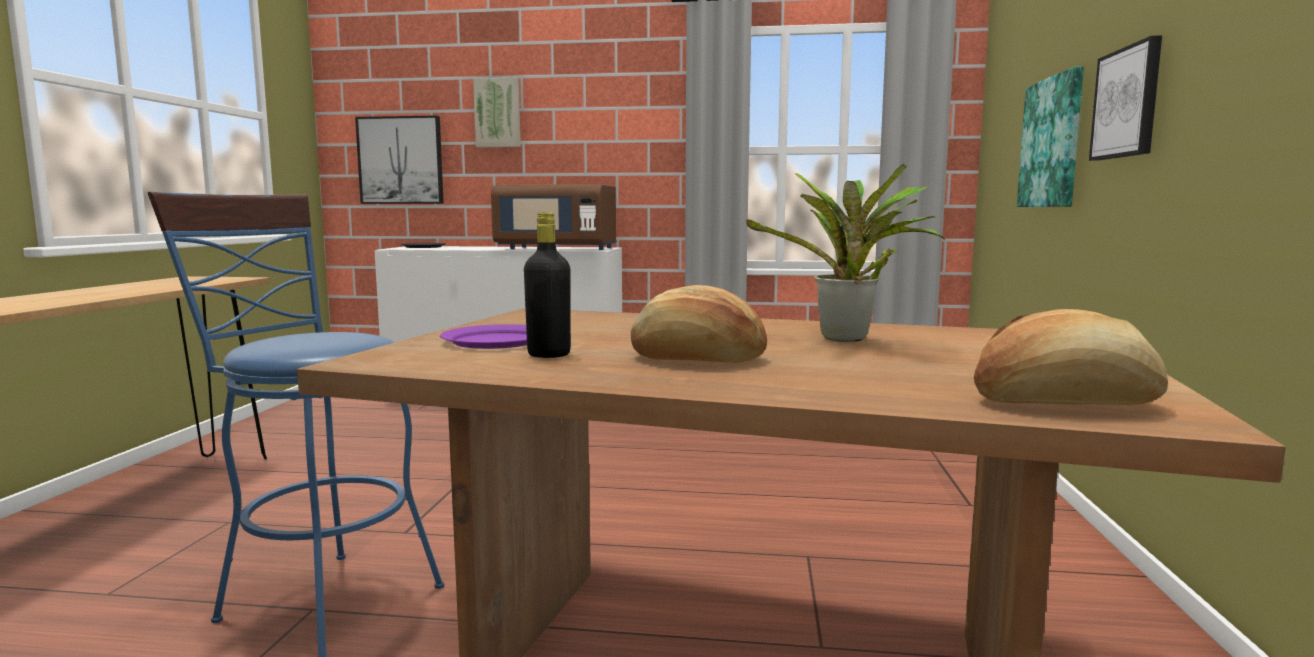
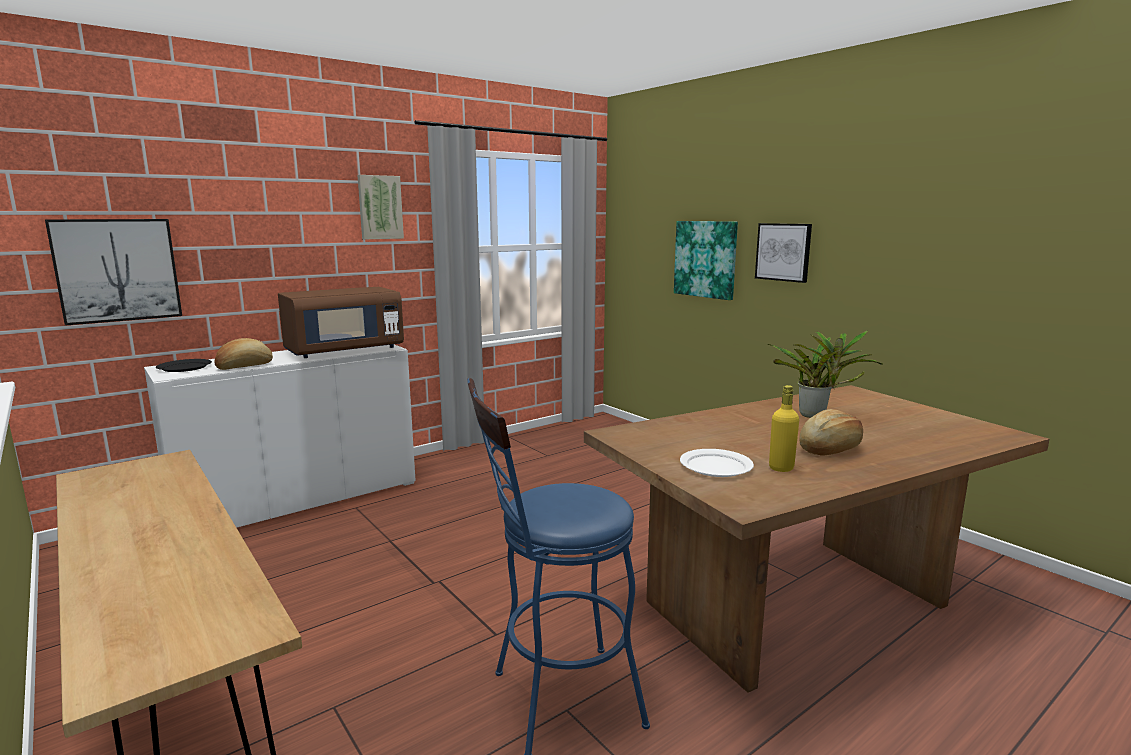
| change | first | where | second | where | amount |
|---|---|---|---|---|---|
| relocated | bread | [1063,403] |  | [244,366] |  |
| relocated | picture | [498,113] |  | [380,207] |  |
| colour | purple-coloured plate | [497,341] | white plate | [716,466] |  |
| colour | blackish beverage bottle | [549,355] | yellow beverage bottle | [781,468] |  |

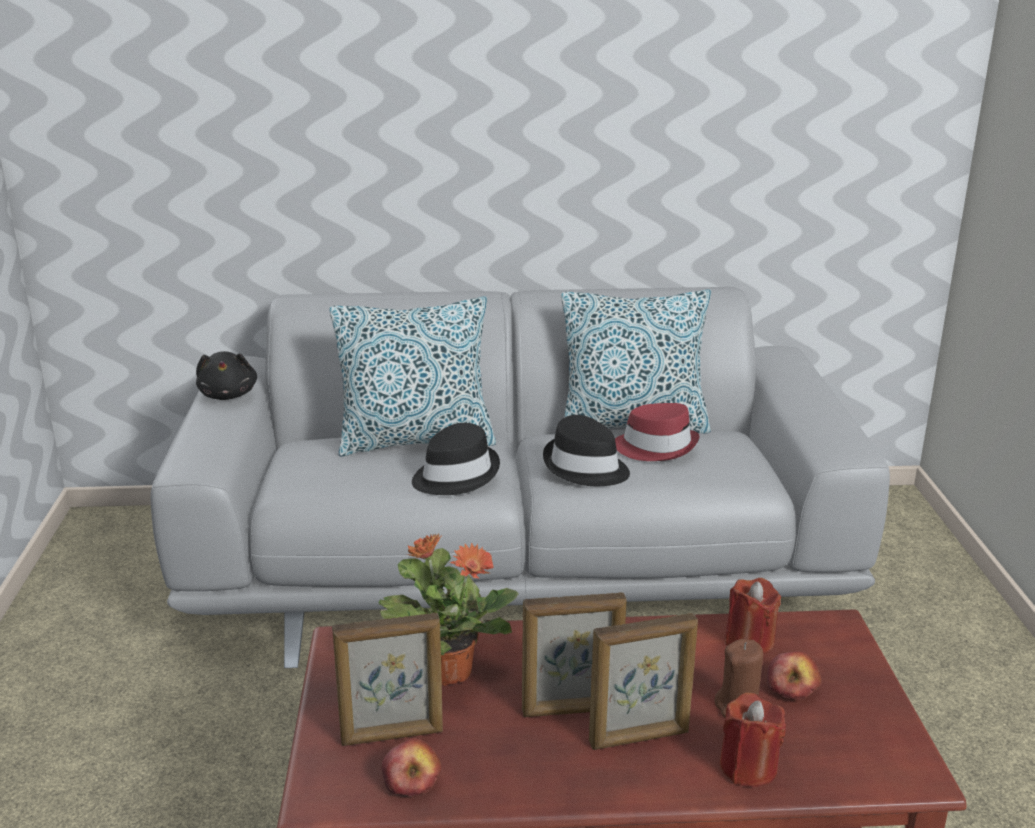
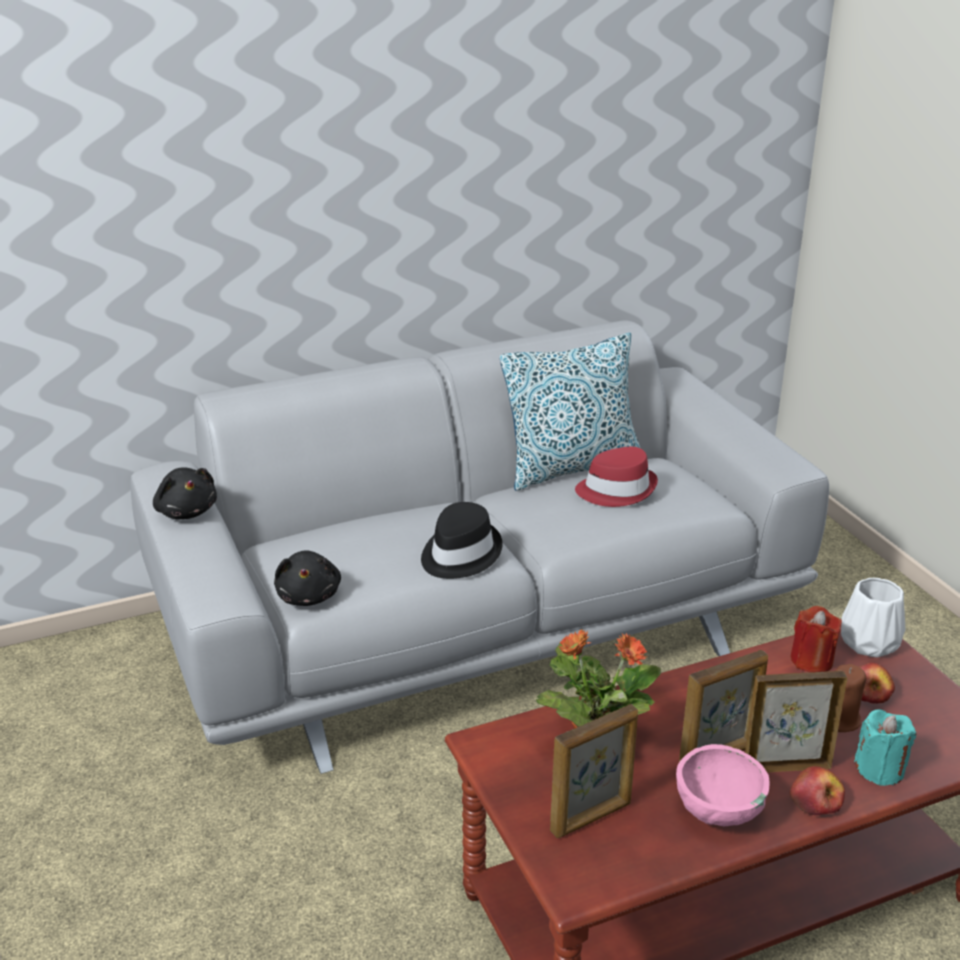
| change | first | where | second | where | amount |
|---|---|---|---|---|---|
| appeared |  |  | blackish plush toy | [309,596] |  |
| appeared |  |  | pink deep dish | [717,813] |  |
| spun | picture frame | [640,738] |  | [785,766] | 150 degrees counterclockwise |
| relocated | apple fruit | [412,780] |  | [816,801] |  |
| appeared |  |  | white flower vase | [868,642] |  |
| colour | reddish wax light | [748,767] | turquoise wax light | [880,769] |  |
| missing | pillow | [416,441] |  |  |  |
| missing | blackish wearable hat | [585,468] |  |  |  |

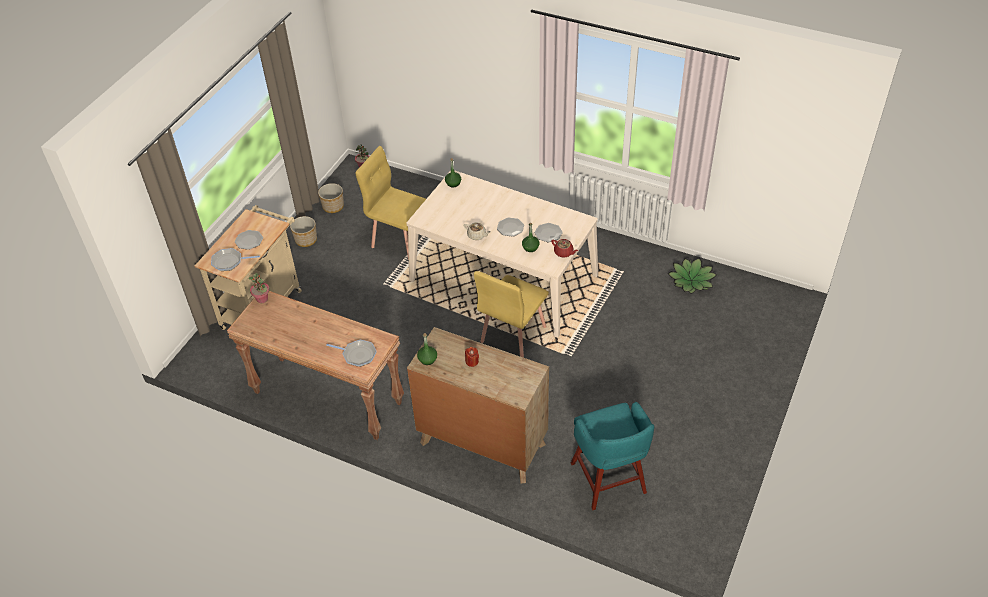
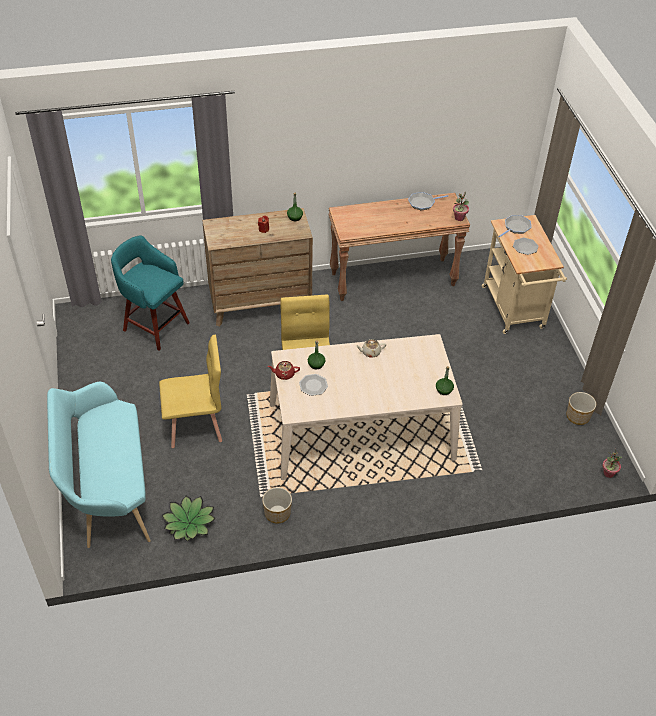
| change | first | where | second | where | amount |
|---|---|---|---|---|---|
| appeared |  |  | turquoise indoor bench | [108,491] |  |
| relocated | yellow chair | [401,239] |  | [195,426] |  |
| relocated | plant pot | [306,239] |  | [277,513] |  |
| relocated | frying pan | [357,355] |  | [423,203] |  |
| missing | plate | [510,227] |  |  |  |

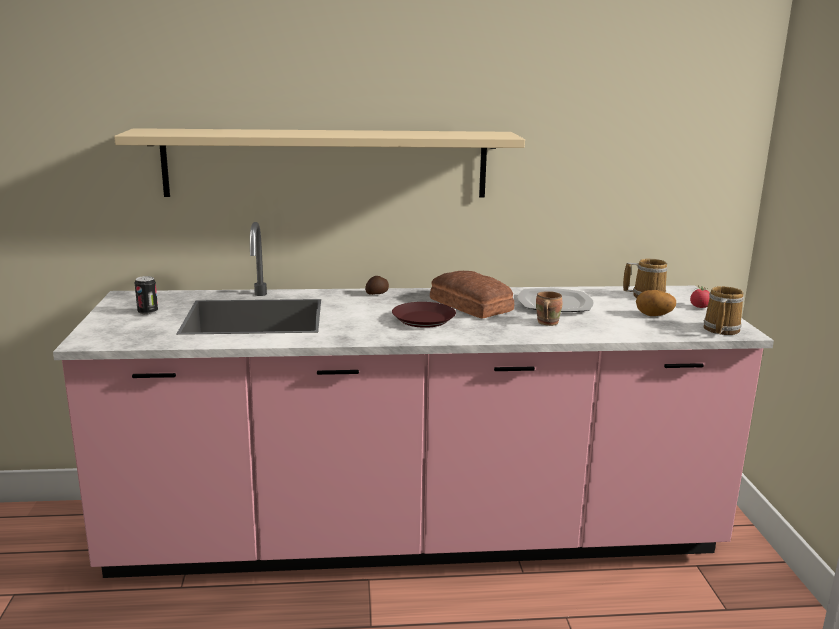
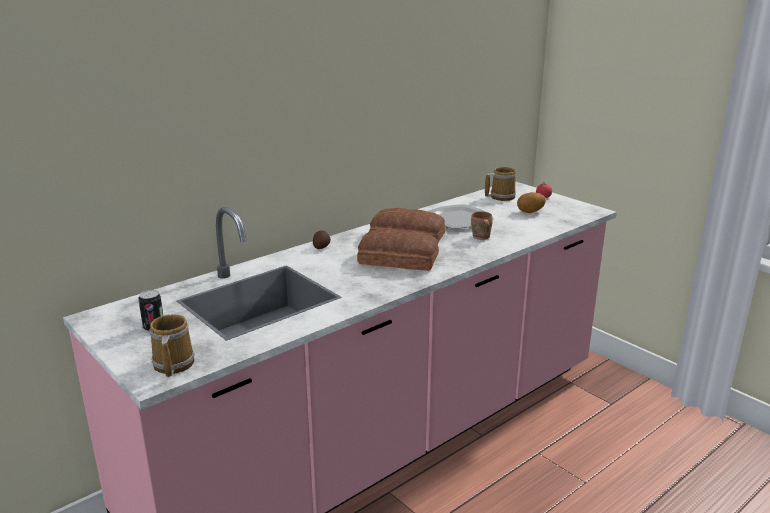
| change | first | where | second | where | amount |
|---|---|---|---|---|---|
| relocated | tea mug | [719,329] |  | [172,365] |  |
| exchanged | brown plate | [423,320] | bread | [398,260] |  |
| missing | sand-coloured wall shelf | [326,163] |  |  |  |

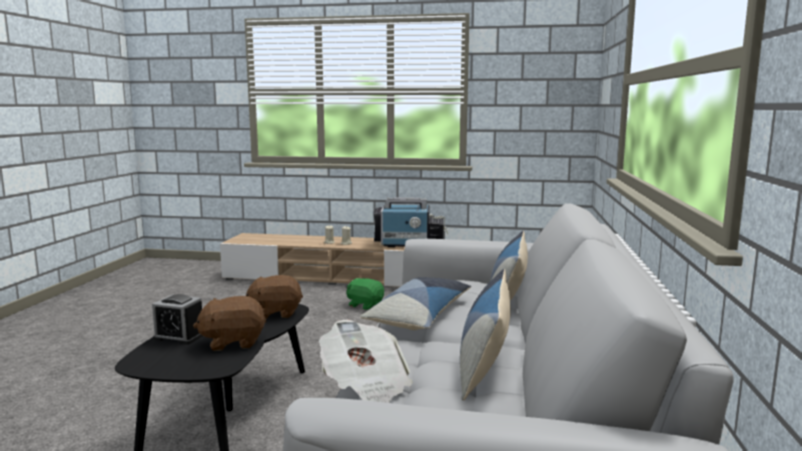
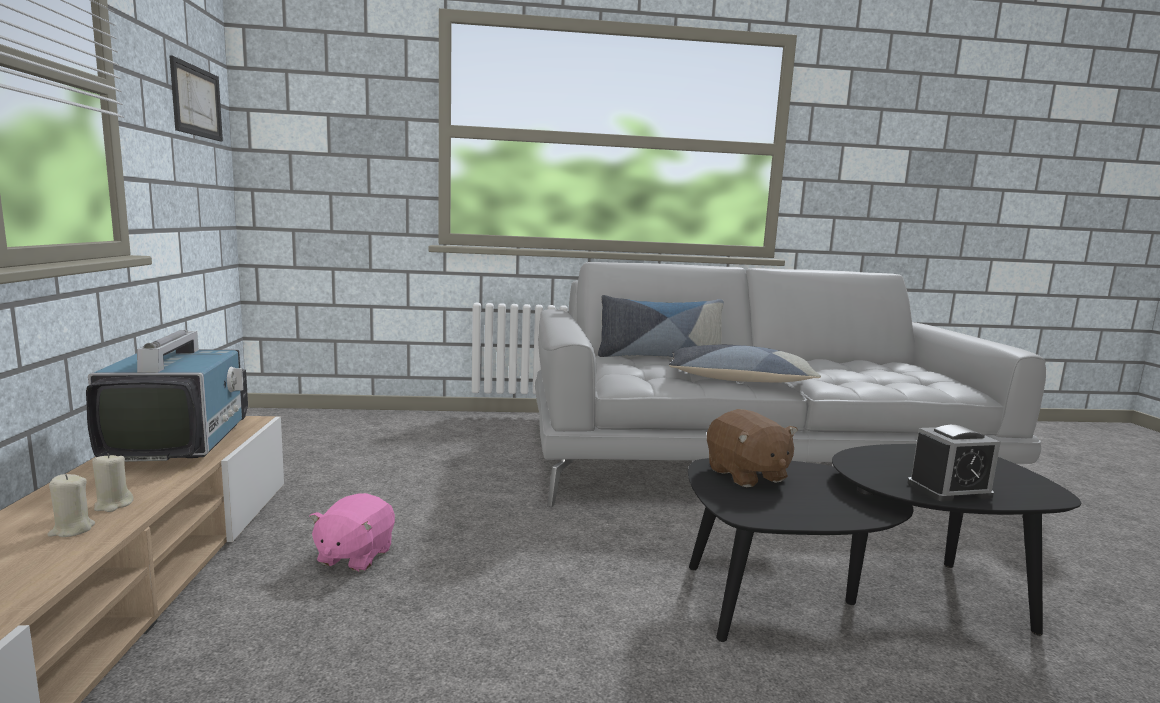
| change | first | where | second | where | amount |
|---|---|---|---|---|---|
| appeared |  |  | picture | [196,101] |  |
| colour | green-coloured plush toy | [365,305] | pink plush toy | [354,556] |  |
| spun | table clock | [179,336] |  | [949,490] | 75 degrees clockwise |
| missing | brown plush toy | [233,342] |  |  |  |
| missing | daily paper | [366,385] |  |  |  |
| missing | pillow | [484,363] |  |  |  |

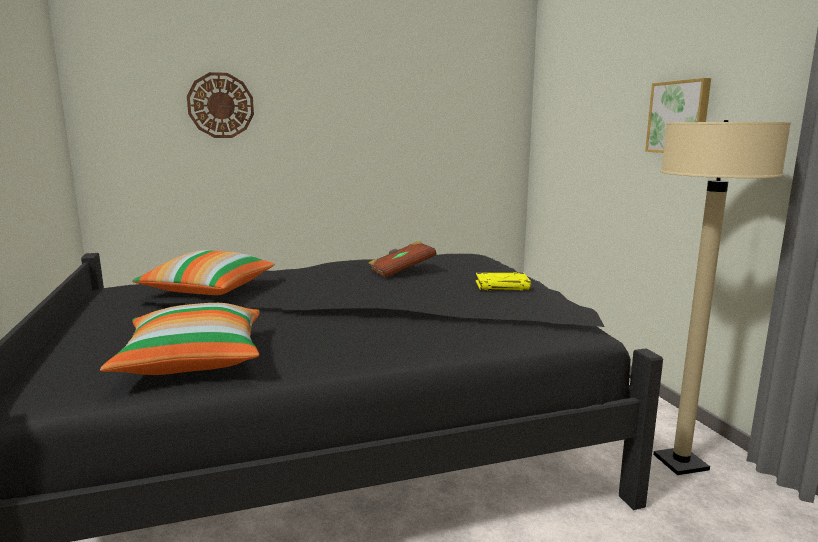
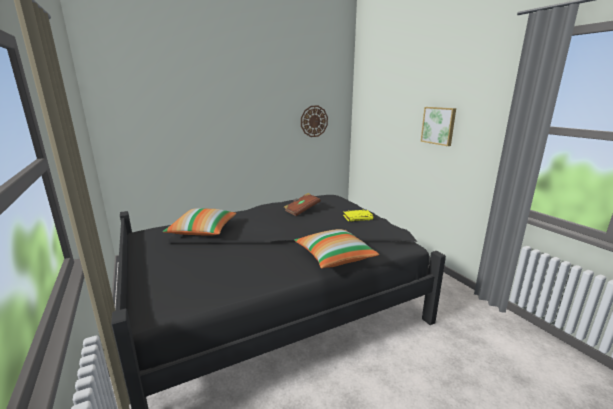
| change | first | where | second | where | amount |
|---|---|---|---|---|---|
| relocated | pillow | [193,359] |  | [334,257] |  |
| relocated | hanging clock | [221,105] |  | [314,121] |  |
| missing | sand-coloured floor lamp | [680,463] |  |  |  |

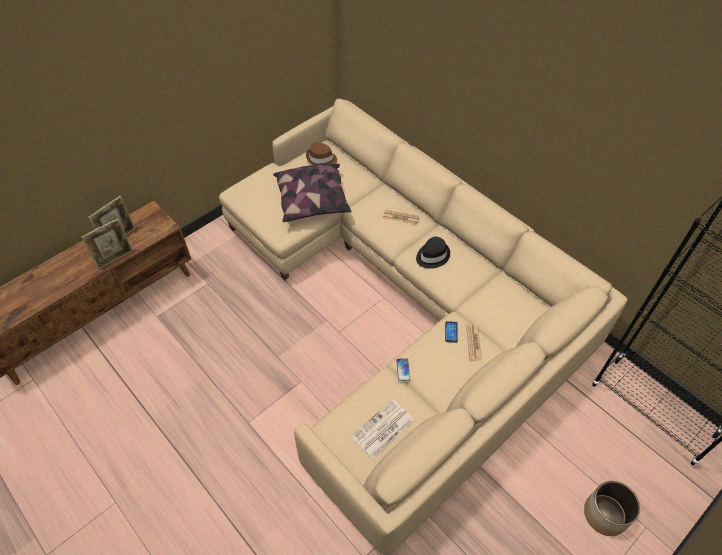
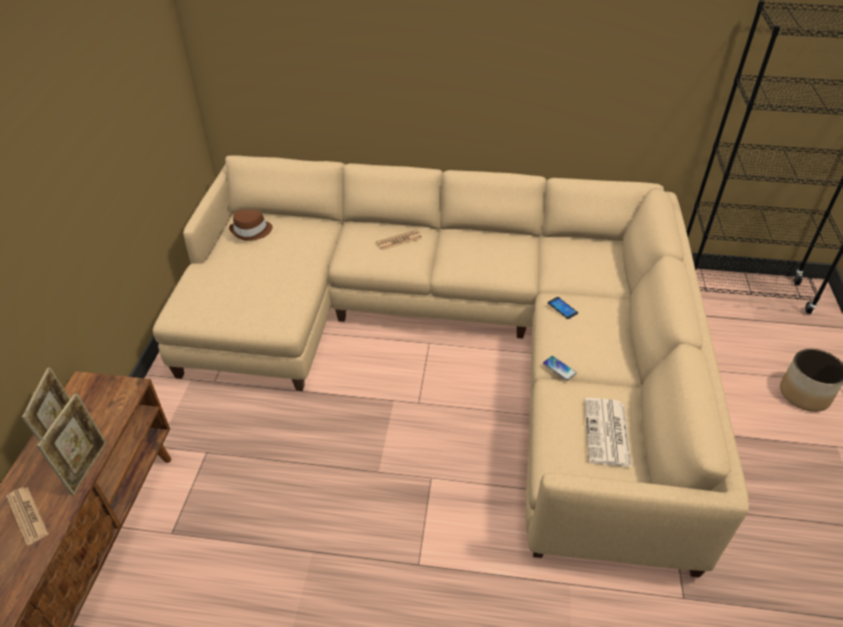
| change | first | where | second | where | amount |
|---|---|---|---|---|---|
| relocated | daily paper | [473,342] |  | [27,515] |  |
| missing | pillow | [313,201] |  |  |  |
| missing | blackish wearable hat | [432,256] |  |  |  |

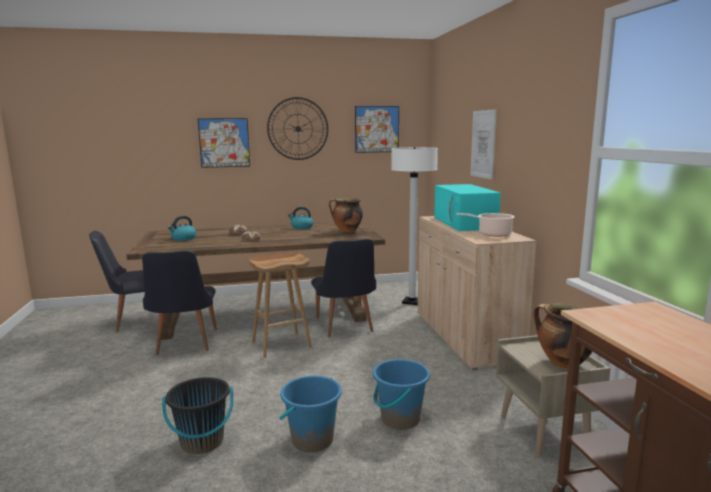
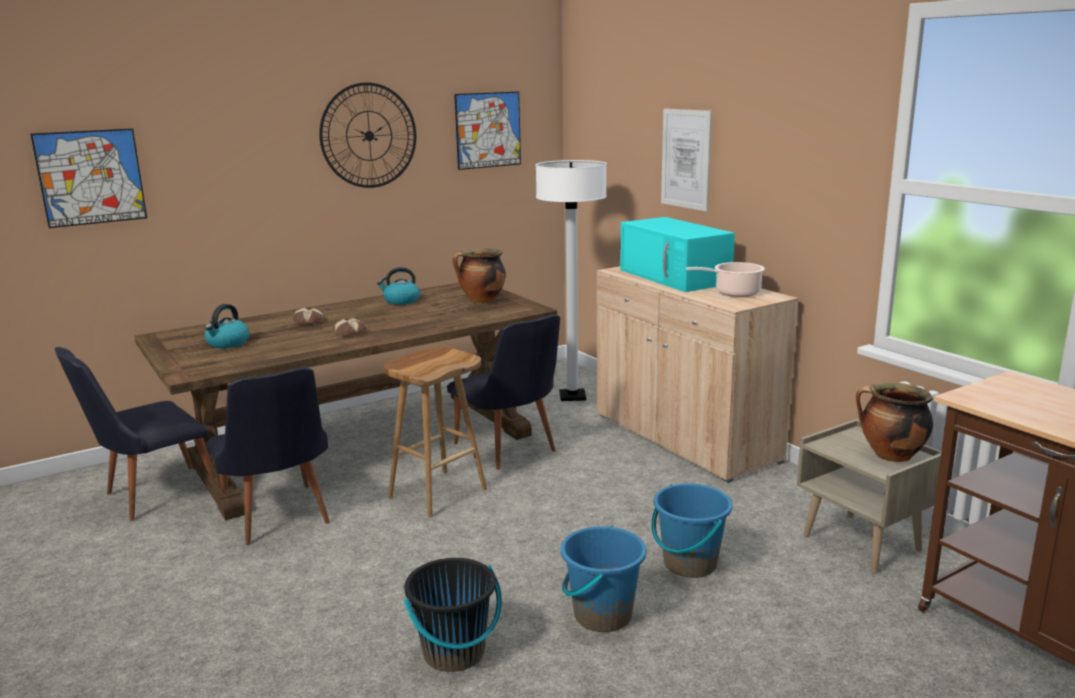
| change | first | where | second | where | amount |
|---|---|---|---|---|---|
| relocated | picture | [224,142] |  | [91,177] |  |

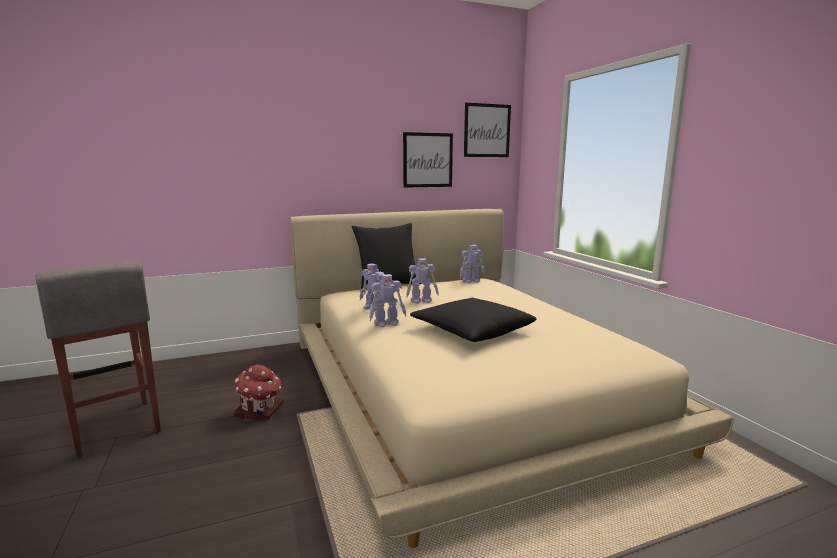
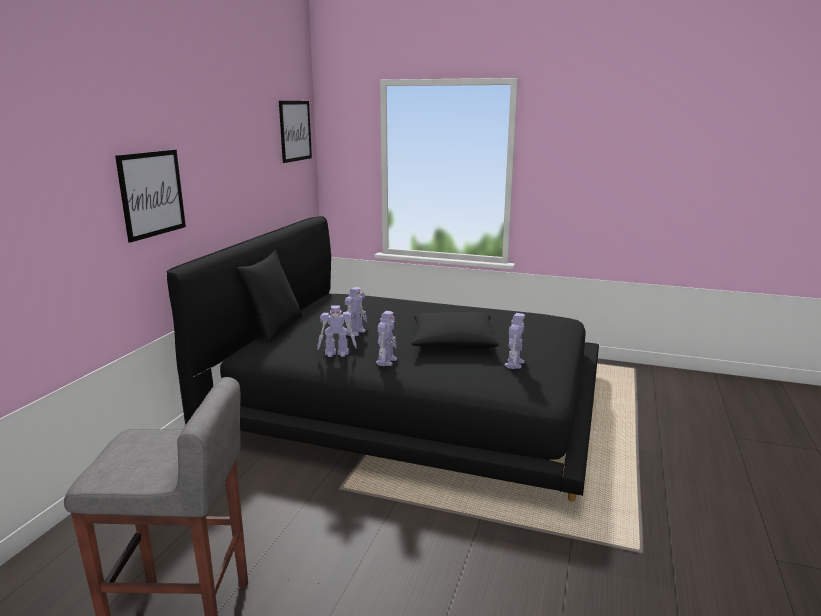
| change | first | where | second | where | amount |
|---|---|---|---|---|---|
| relocated | picture | [427,160] |  | [152,194] |  |
| colour | sand-coloured sleeping bed | [460,387] | blackish sleeping bed | [410,401] |  |
| relocated | robot figure | [471,281] |  | [514,363] |  |
| missing | miniature house | [260,410] |  |  |  |

